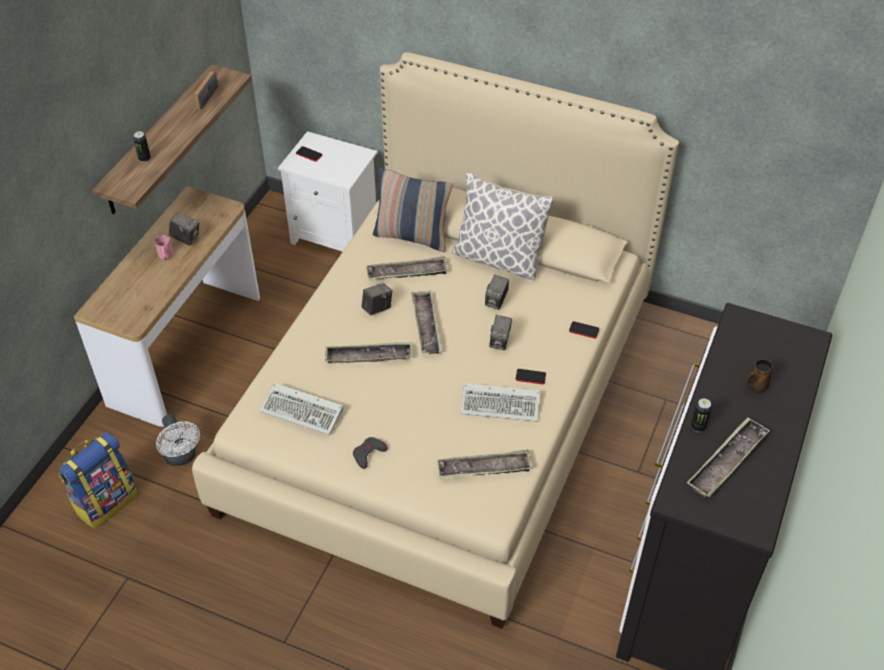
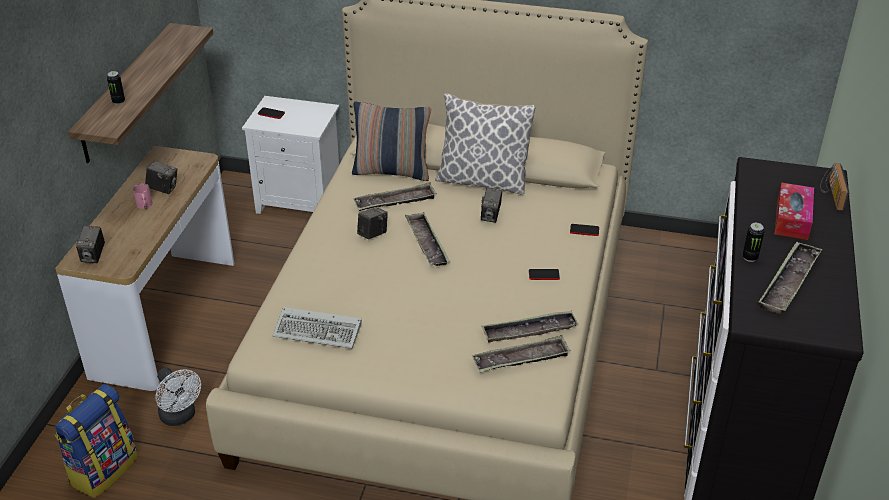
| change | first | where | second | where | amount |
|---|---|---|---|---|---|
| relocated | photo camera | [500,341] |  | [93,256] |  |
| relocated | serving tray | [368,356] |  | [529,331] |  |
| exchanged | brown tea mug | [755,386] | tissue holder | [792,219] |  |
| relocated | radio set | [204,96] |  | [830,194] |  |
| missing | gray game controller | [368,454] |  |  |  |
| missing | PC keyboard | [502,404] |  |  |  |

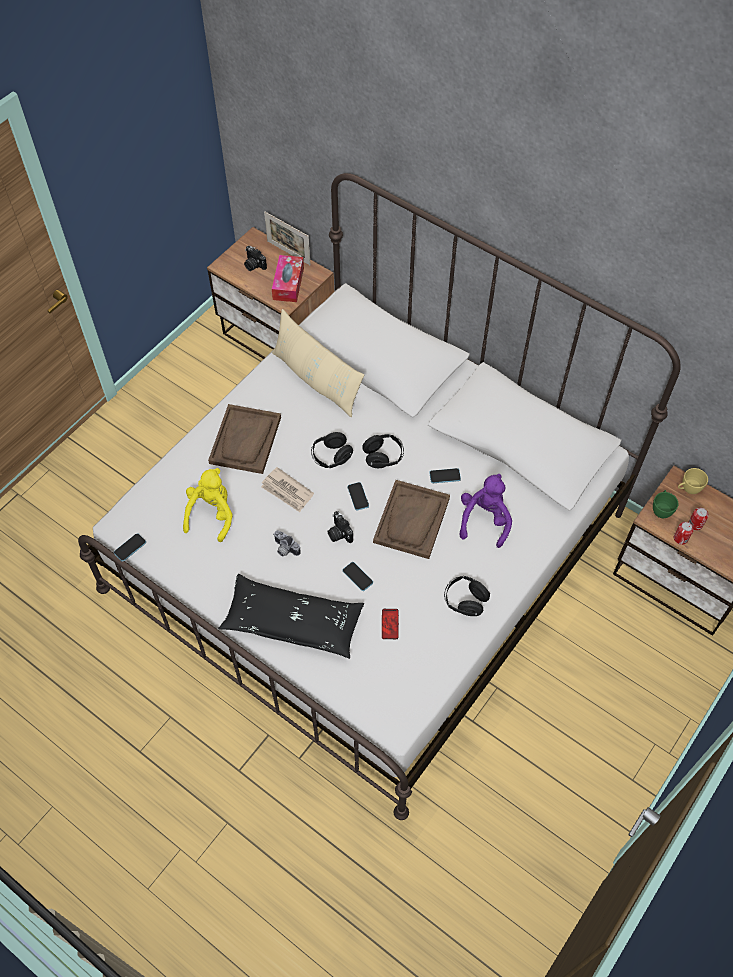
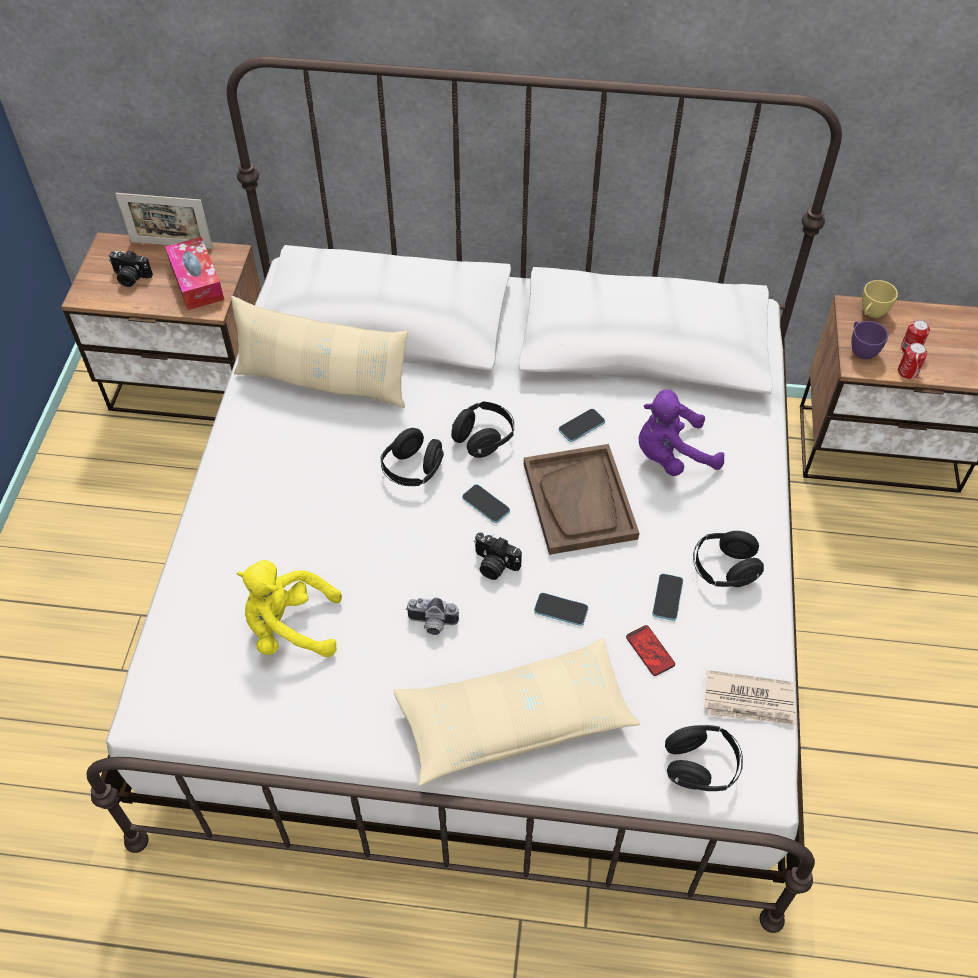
| change | first | where | second | where | amount |
|---|---|---|---|---|---|
| spun | yellow plush toy | [211,514] |  | [290,628] | 75 degrees counterclockwise |
| colour | blackish pillow | [293,622] | sand-coloured pillow | [515,719] |  |
| spun | purple-coloured plush toy | [484,520] |  | [671,456] | 90 degrees counterclockwise |
| relocated | telephone | [130,548] |  | [667,598] |  |
| appeared |  |  | blackish pair of headphones | [700,766] |  |
| relocated | daily paper | [287,491] |  | [749,701] |  |
| colour | green-coloured drinking cup | [661,509] | purple-coloured drinking cup | [861,349] |  |
| missing | brown serving tray | [245,440] |  |  |  |

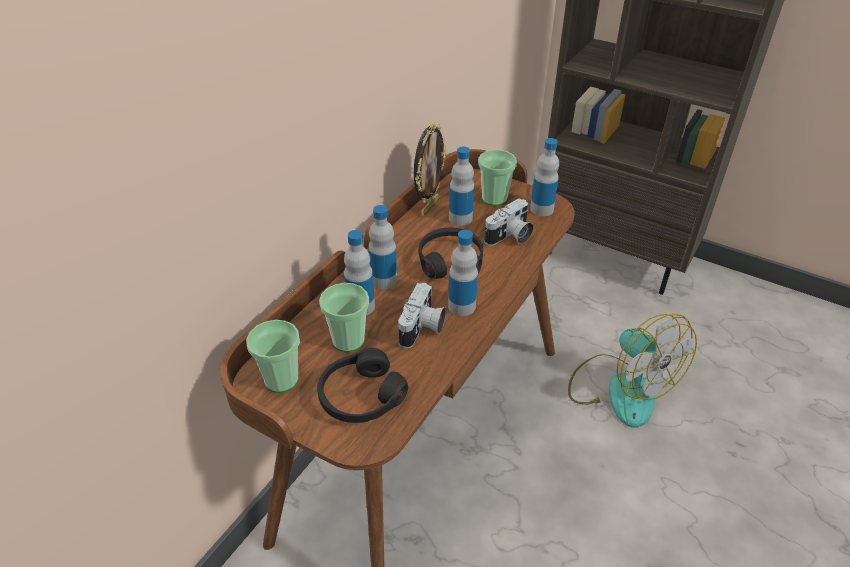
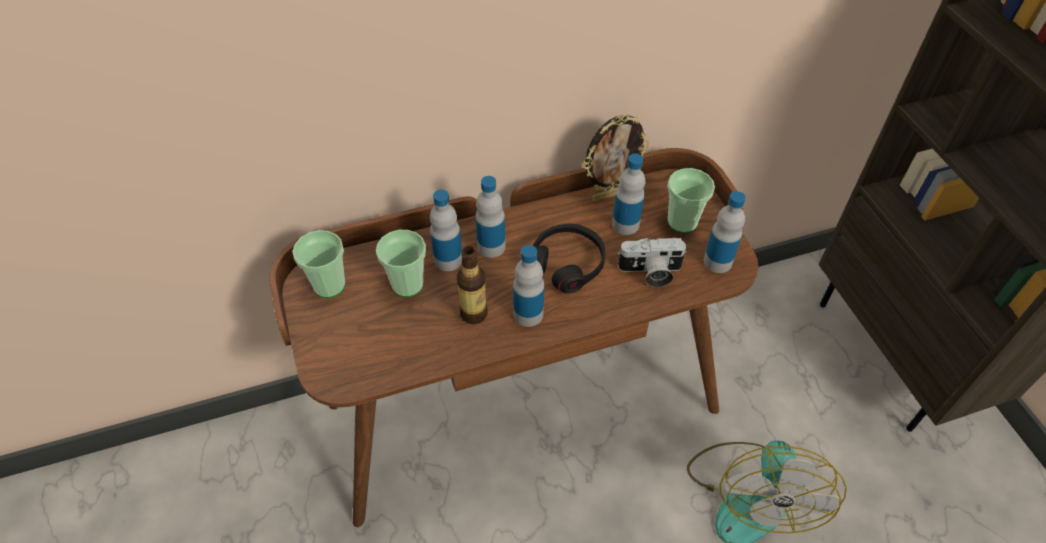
| change | first | where | second | where | amount |
|---|---|---|---|---|---|
| exchanged | photo camera | [423,329] | beverage bottle | [474,313] |  |
| missing | blackish pair of headphones | [361,396] |  |  |  |

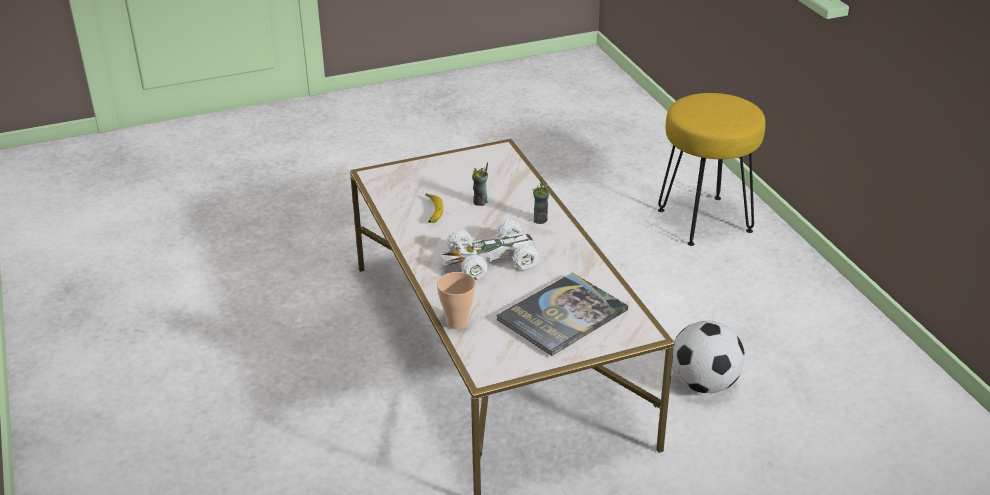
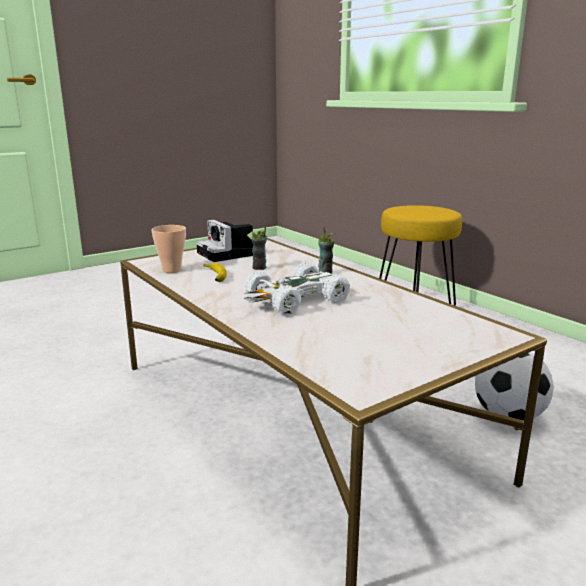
| change | first | where | second | where | amount |
|---|---|---|---|---|---|
| relocated | drinking cup | [457,322] |  | [171,270] |  |
| appeared |  |  | photo camera | [230,254] |  |
| missing | bound book | [562,315] |  |  |  |

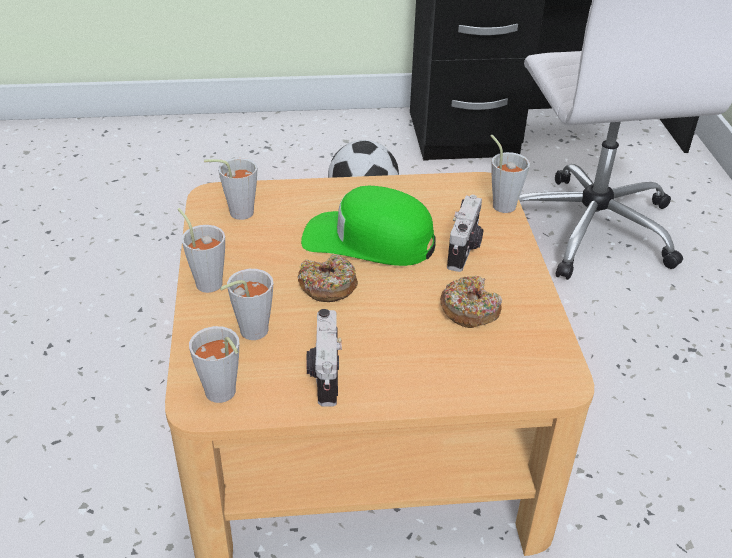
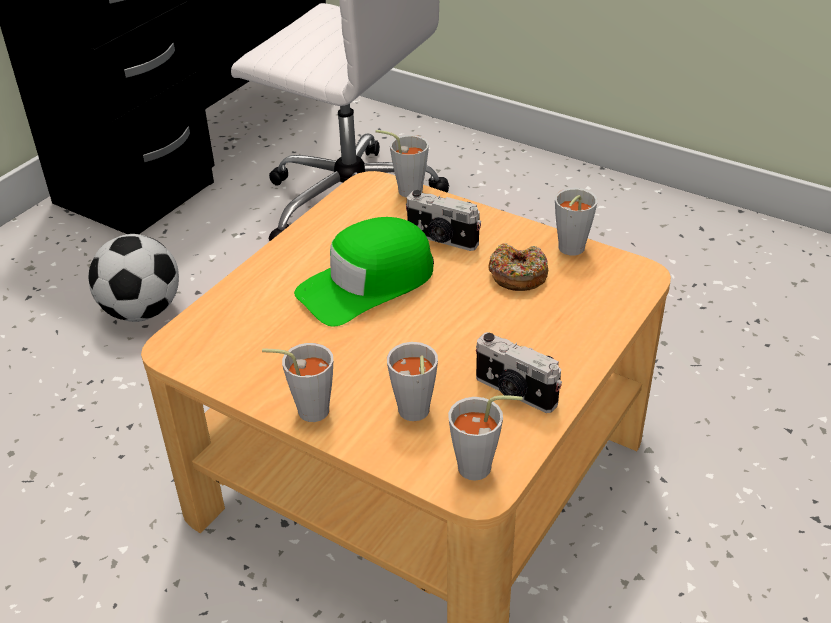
| change | first | where | second | where | amount |
|---|---|---|---|---|---|
| spun | photo camera | [464,250] |  | [441,239] | 150 degrees clockwise |
| relocated | gray drinking cup | [235,213] |  | [568,251] |  |
| missing | doughnut | [327,286] |  |  |  |

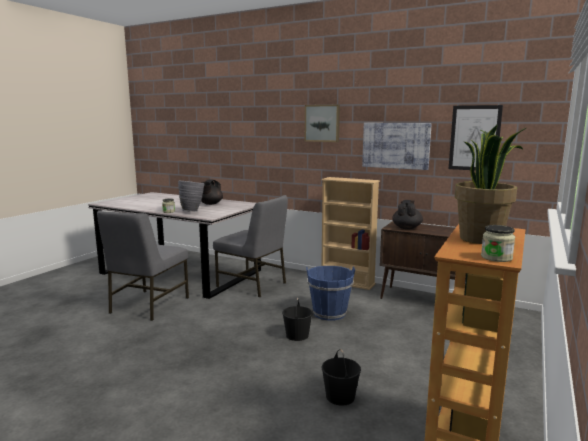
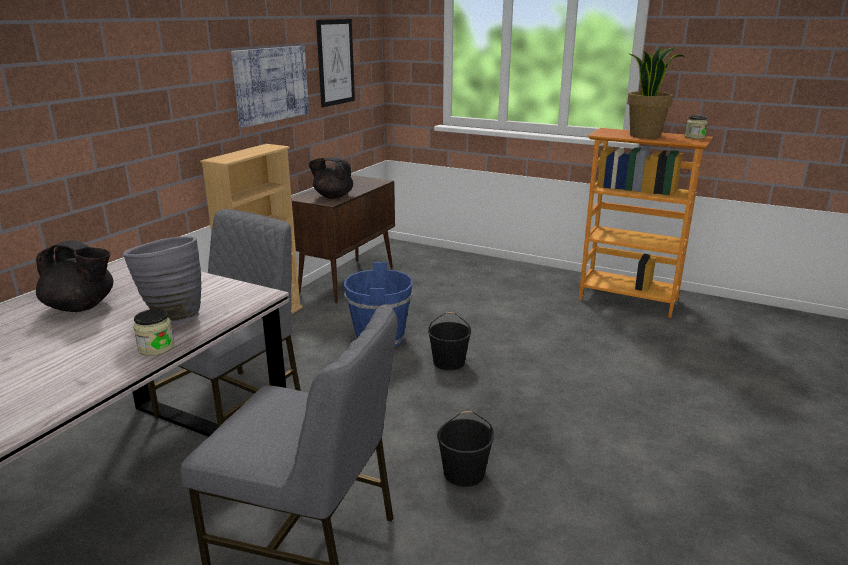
| change | first | where | second | where | amount |
|---|---|---|---|---|---|
| relocated | blackish bucket | [340,396] |  | [464,472] |  |
| missing | picture | [322,123] |  |  |  |

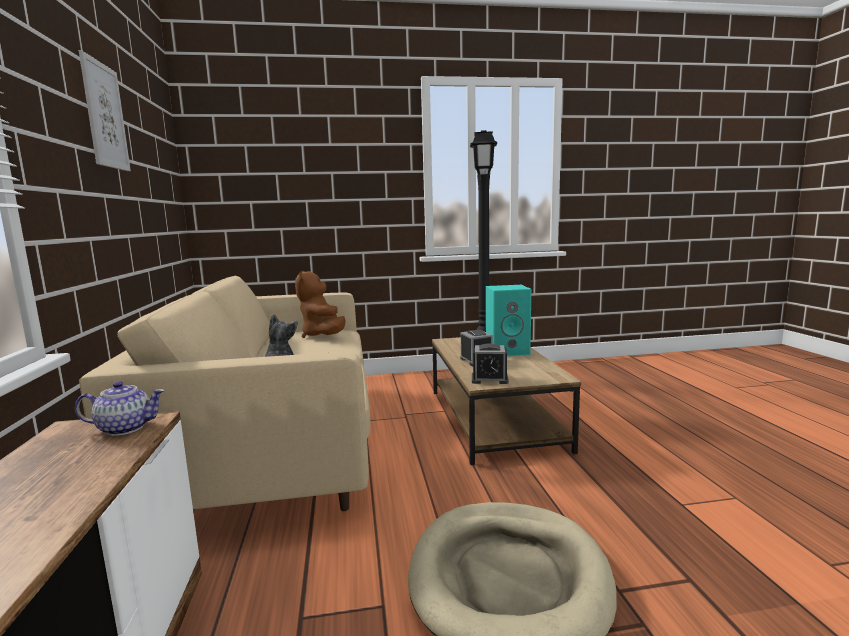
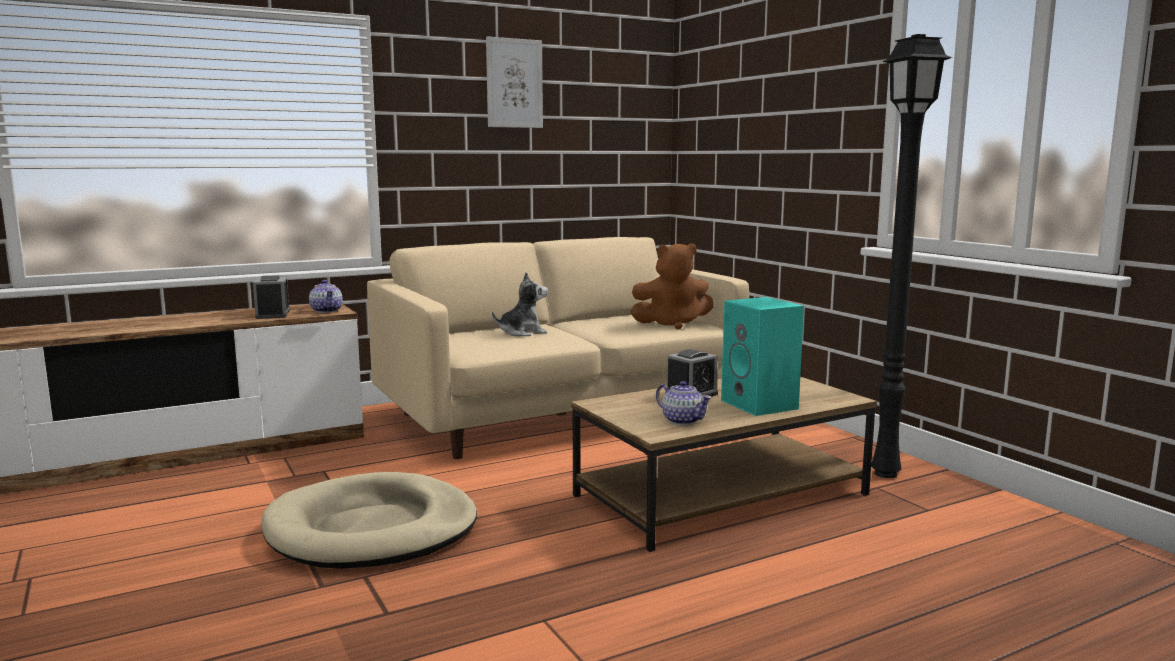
| change | first | where | second | where | amount |
|---|---|---|---|---|---|
| relocated | table clock | [489,379] |  | [272,314] |  |
| spun | brown plush toy | [323,336] |  | [672,324] | 150 degrees counterclockwise |
| appeared |  |  | tea pot | [682,420] |  |

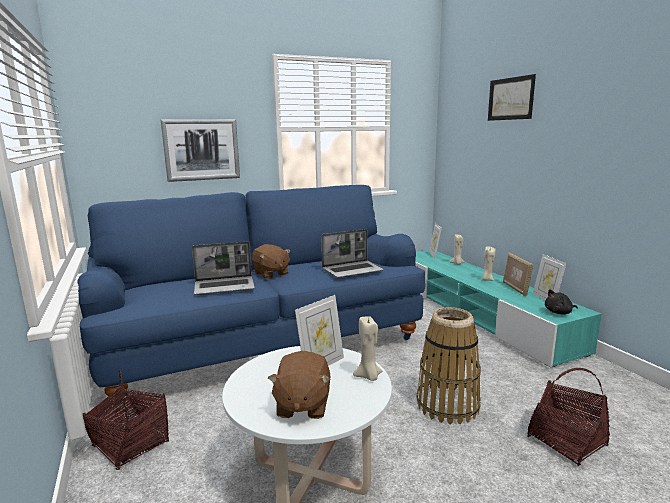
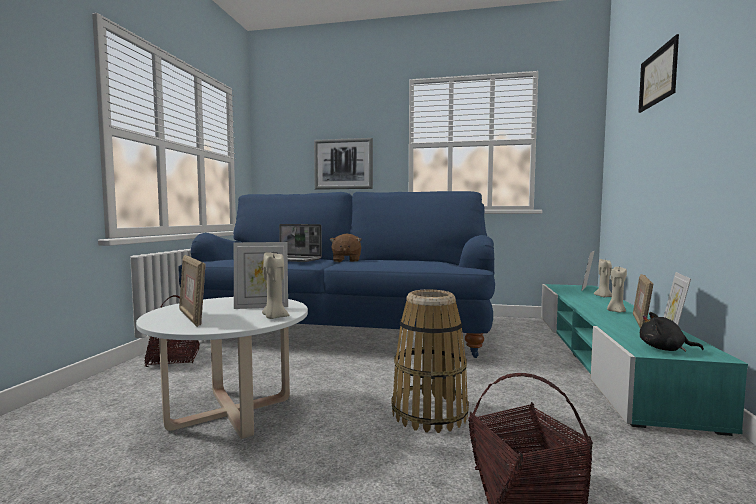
| change | first | where | second | where | amount |
|---|---|---|---|---|---|
| exchanged | brown plush toy | [302,405] | picture frame | [192,318] |  |
| missing | portable computer | [352,270] |  |  |  |

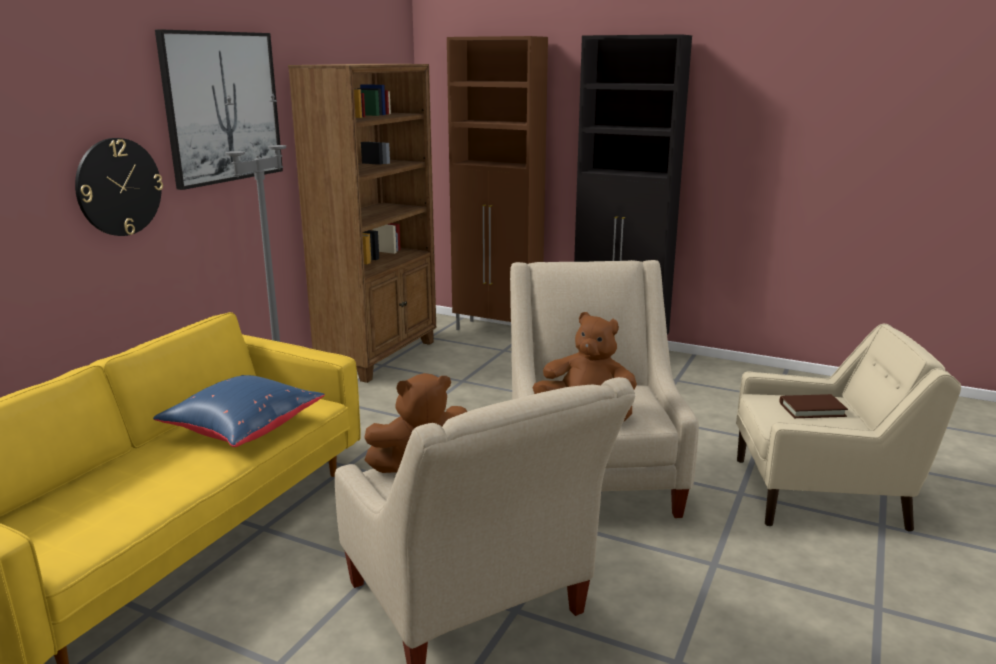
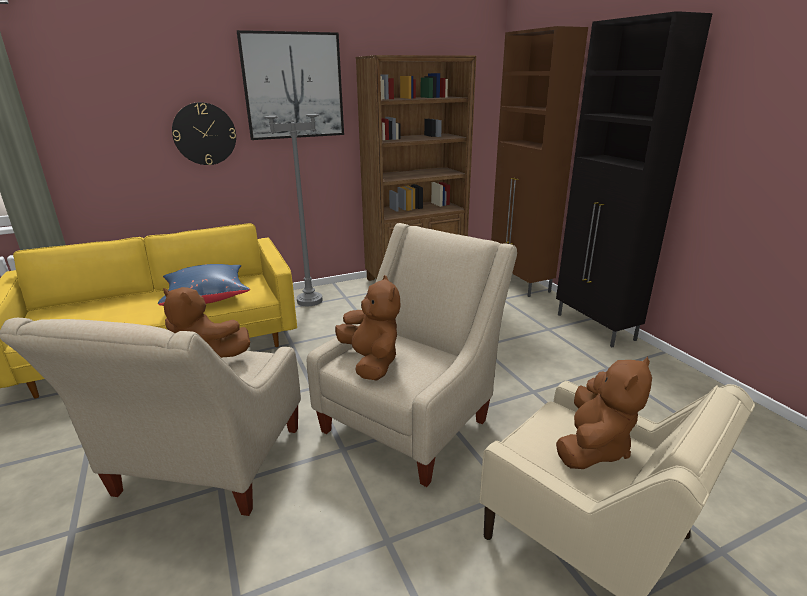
| change | first | where | second | where | amount |
|---|---|---|---|---|---|
| exchanged | brown bound book | [812,409] | brown plush toy | [593,447] |  |

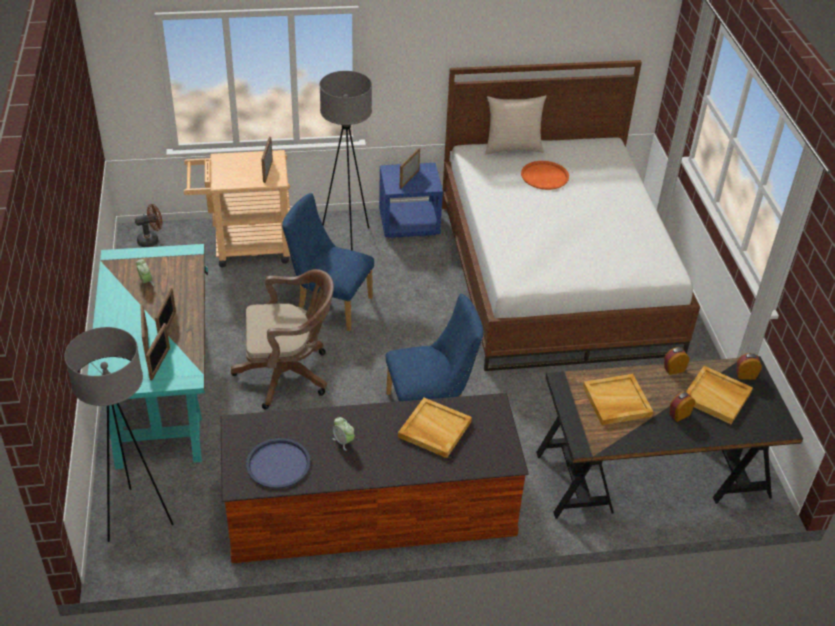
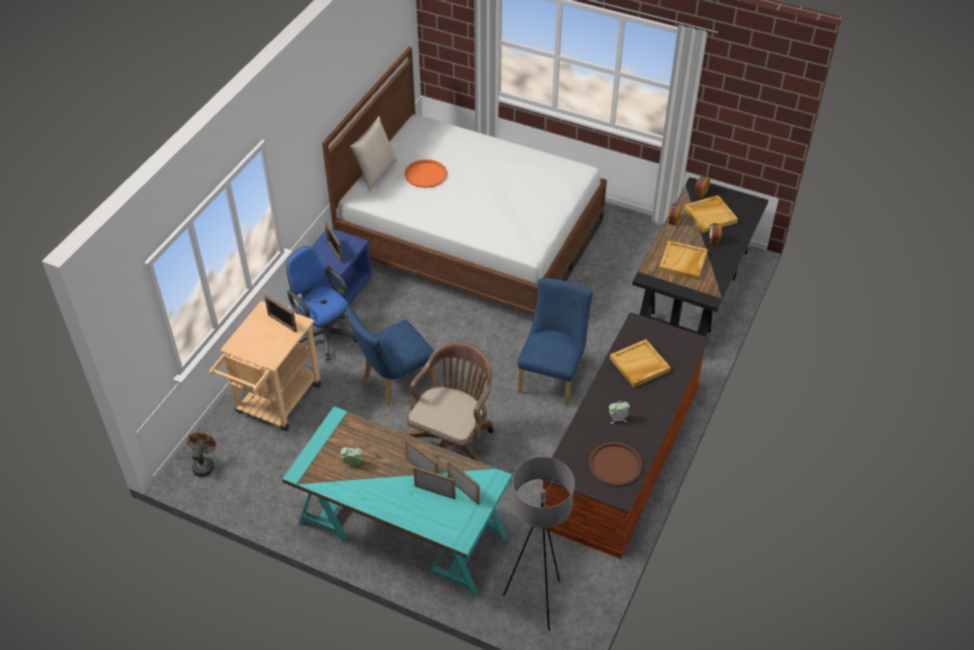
| change | first | where | second | where | amount |
|---|---|---|---|---|---|
| exchanged | gray floor lamp | [347,239] | bluish office chair | [324,334] |  |
| colour | bluish serving tray | [278,464] | brown serving tray | [615,464] |  |

